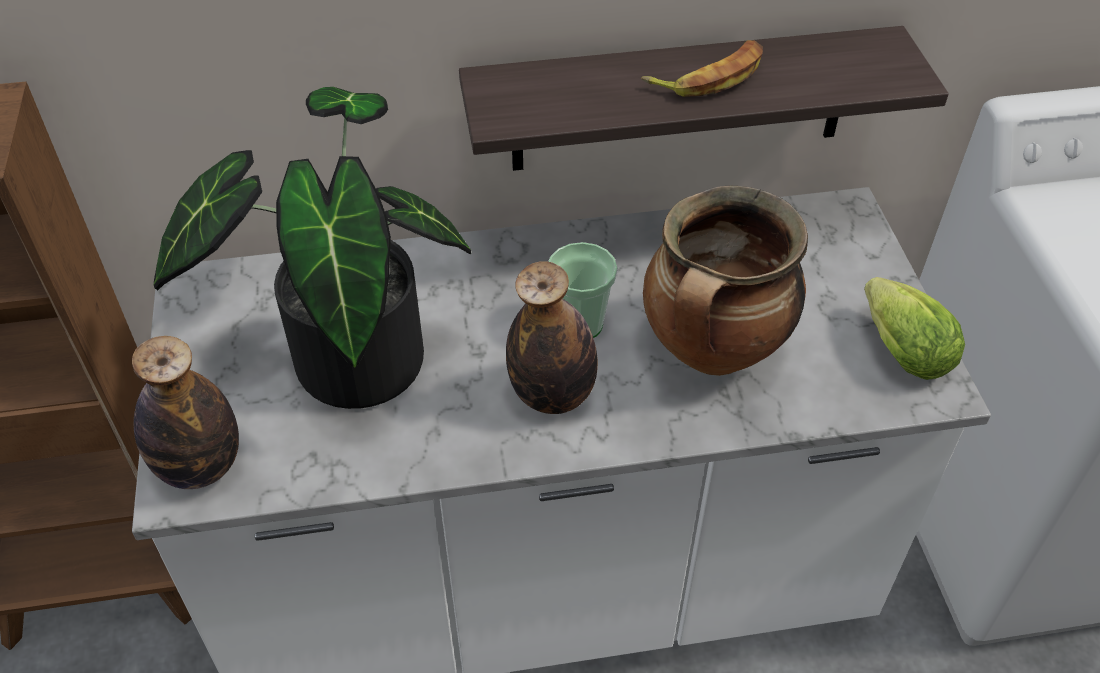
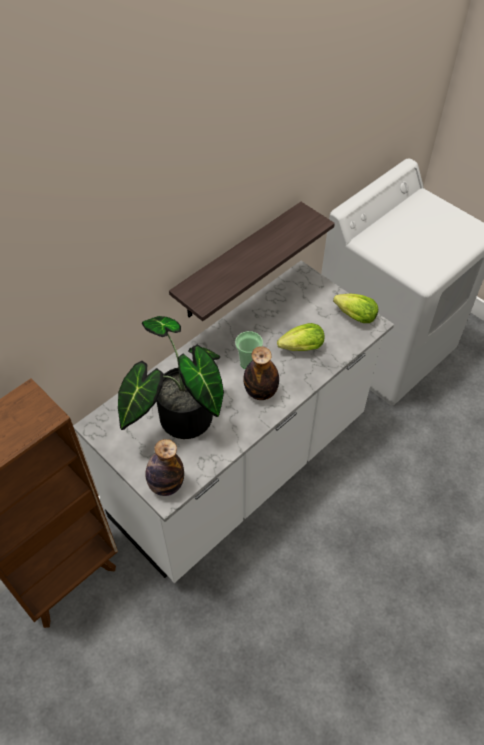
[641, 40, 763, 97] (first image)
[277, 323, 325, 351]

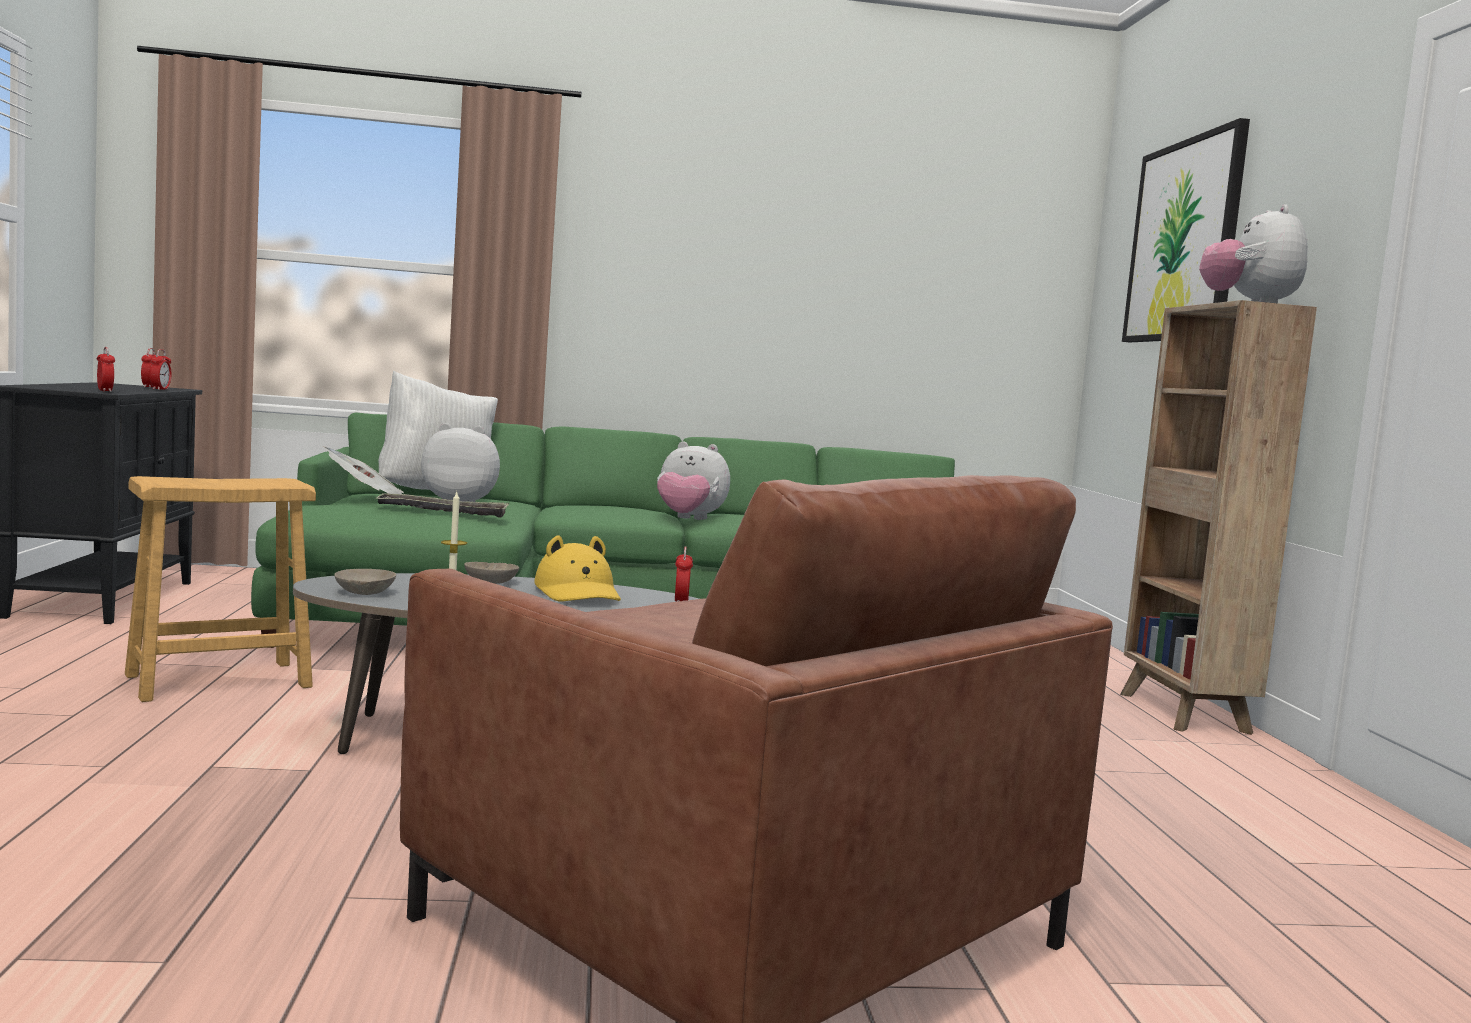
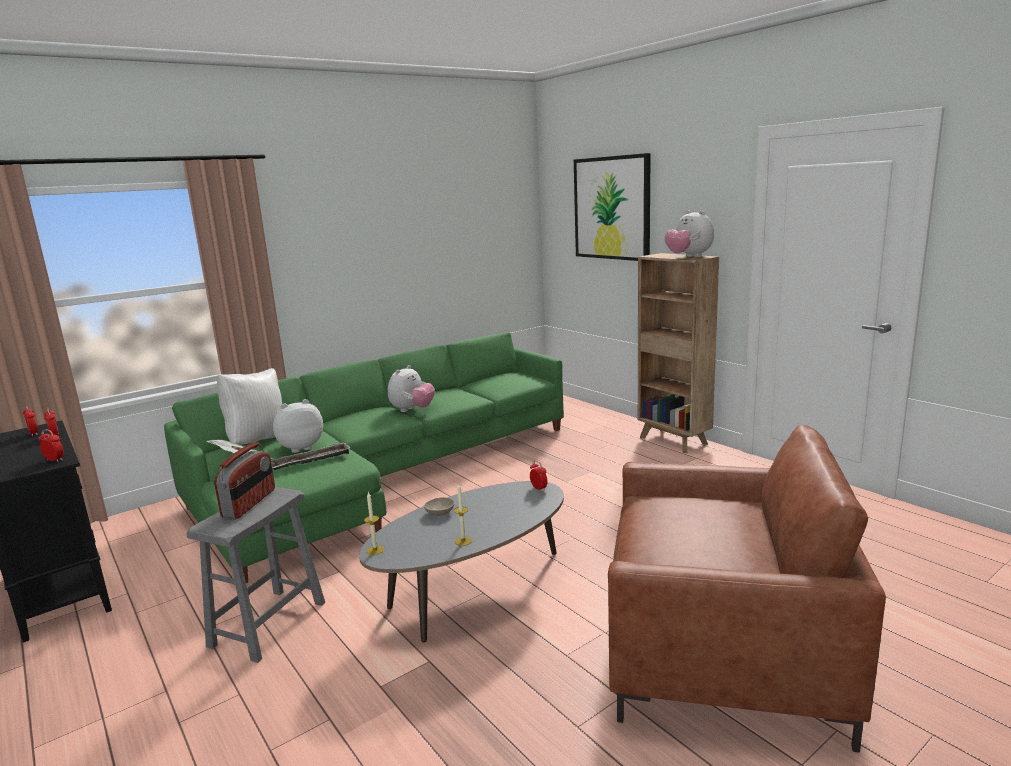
[187, 487, 325, 663]
[334, 569, 396, 595] (first image)
[534, 535, 621, 601] (first image)
[388, 365, 435, 412]
[214, 442, 275, 519]
[364, 492, 384, 555]

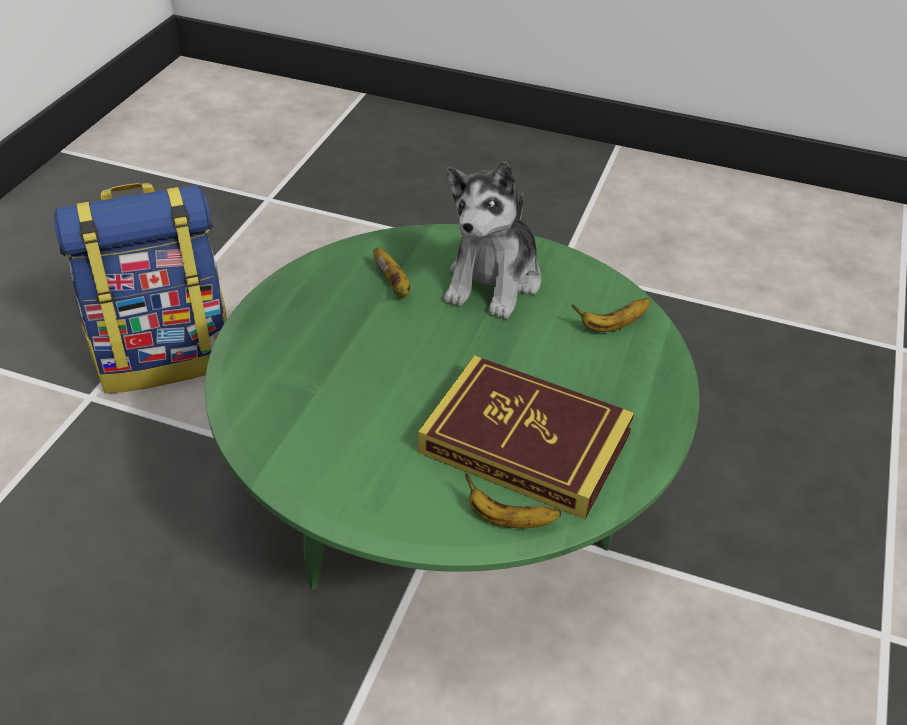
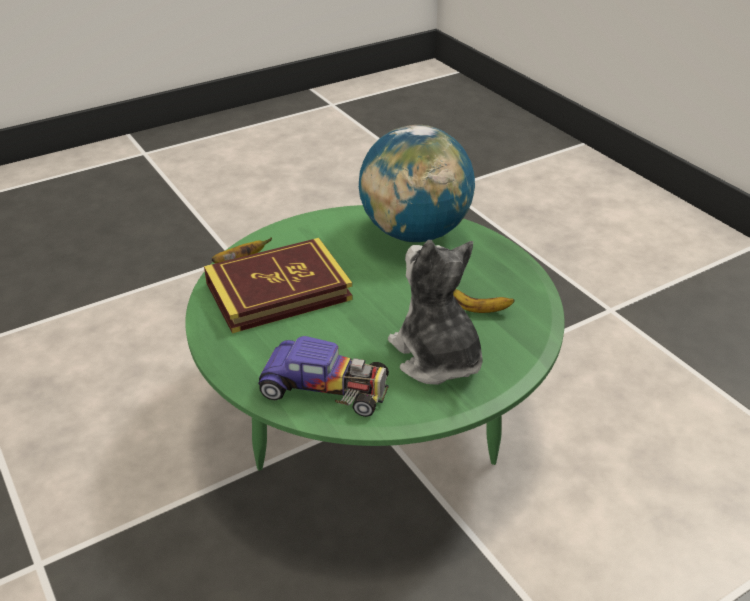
[54, 183, 227, 394] (first image)
[258, 336, 389, 417]
[359, 125, 475, 242]

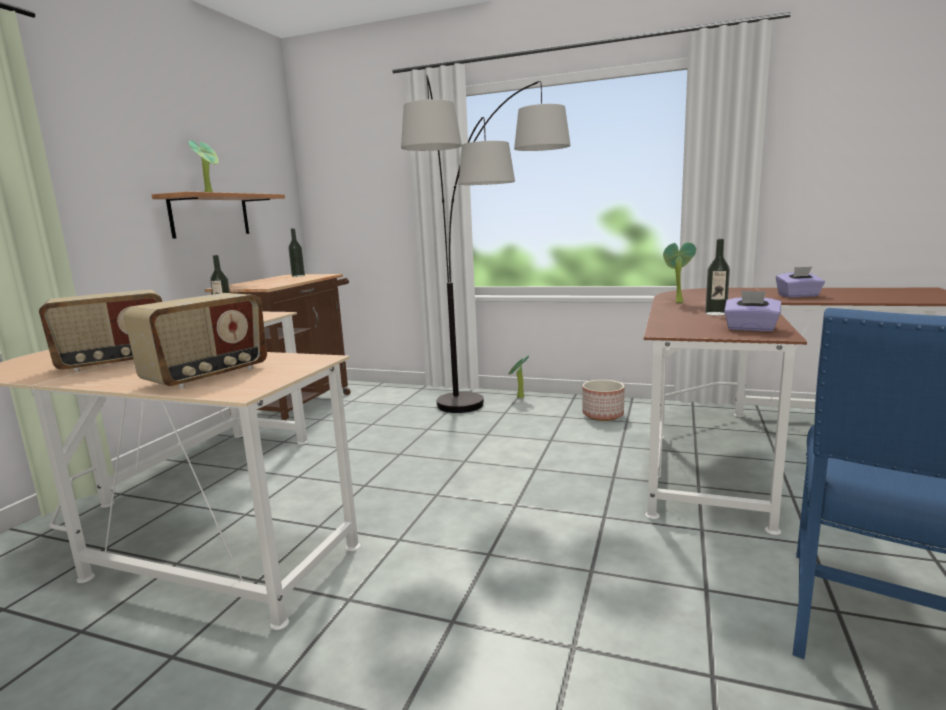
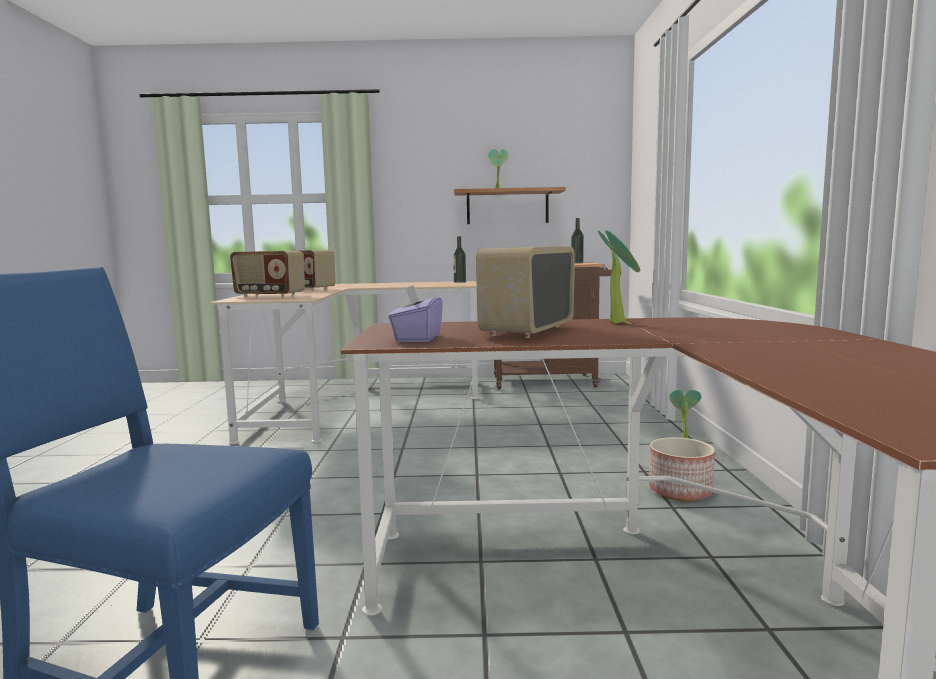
[401, 75, 571, 413] (first image)
[476, 246, 575, 338]
[776, 267, 825, 298] (first image)

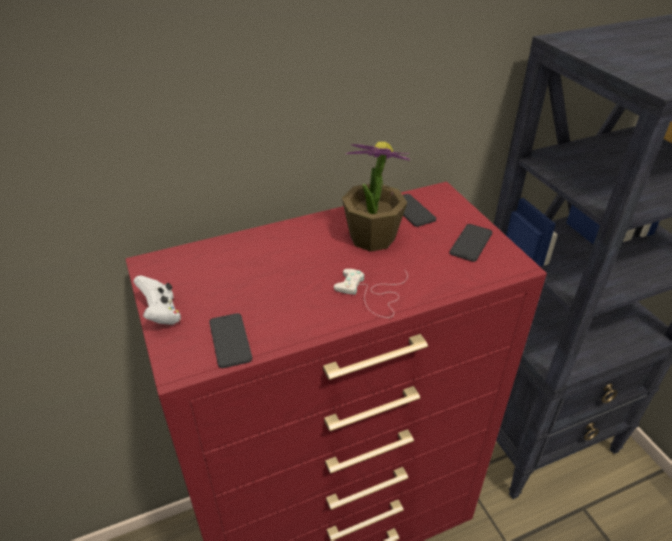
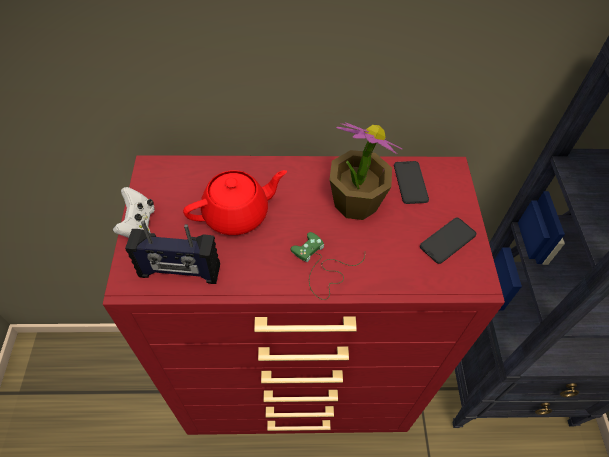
[125, 221, 220, 284]
[291, 232, 365, 300]
[183, 170, 287, 235]

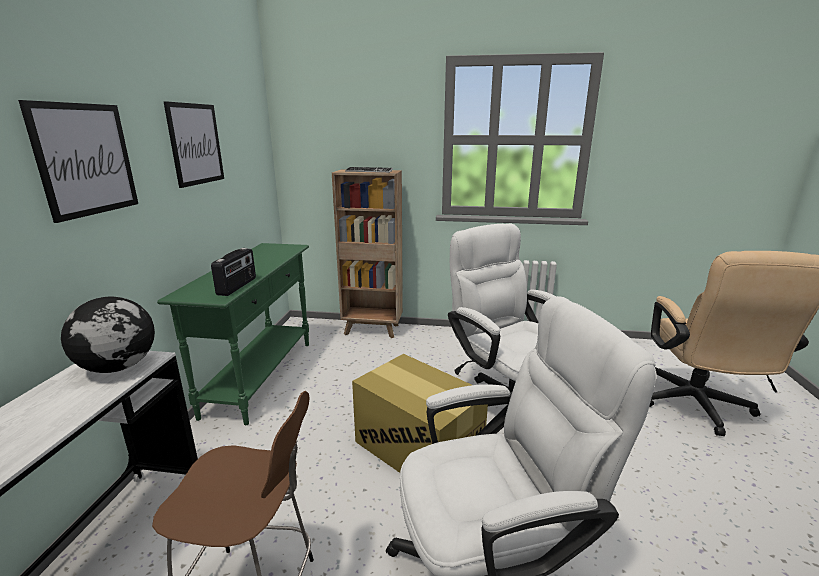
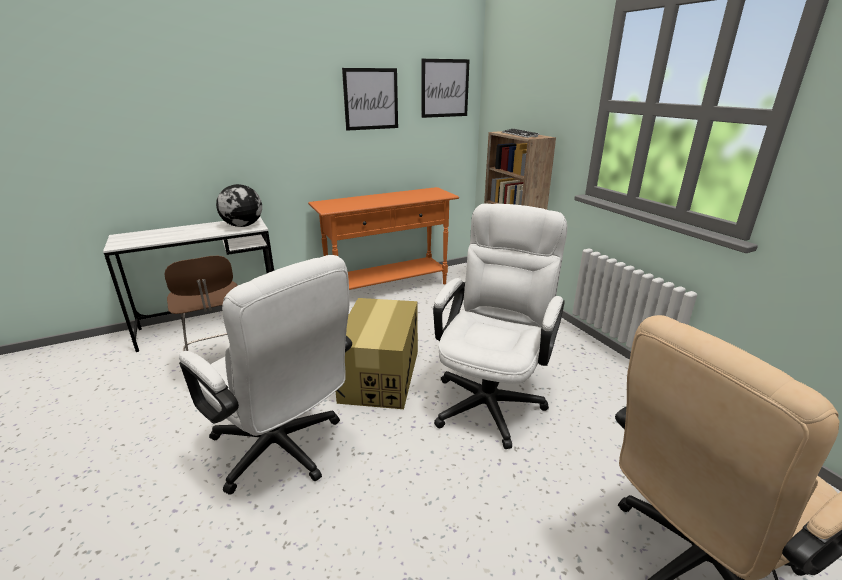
[421, 59, 470, 118]
[308, 187, 459, 290]
[211, 248, 256, 296] (first image)

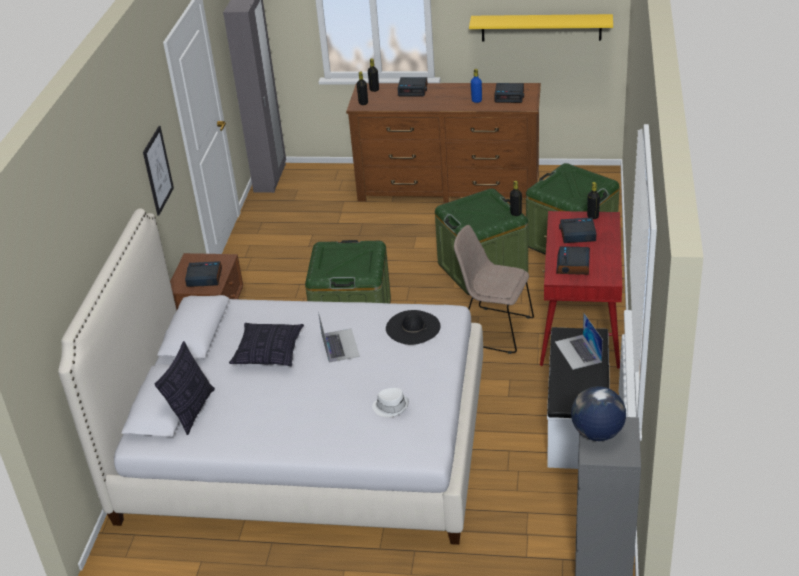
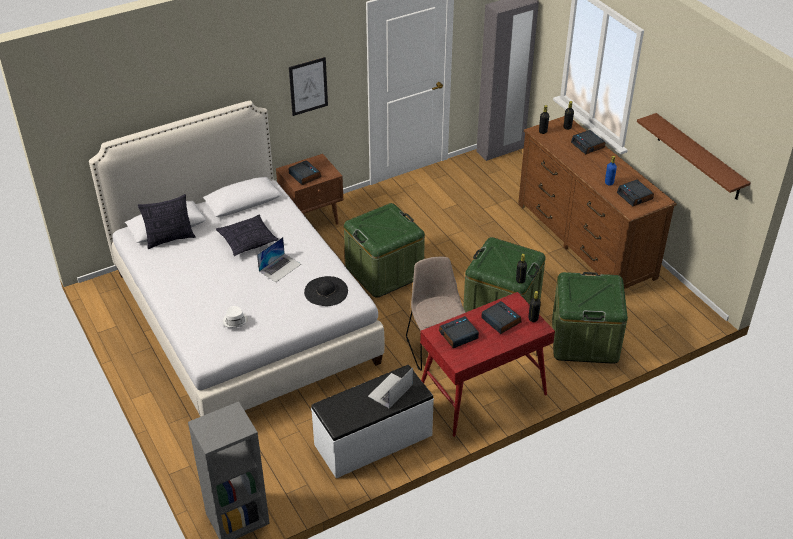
[637, 113, 751, 200]
[571, 386, 626, 441] (first image)

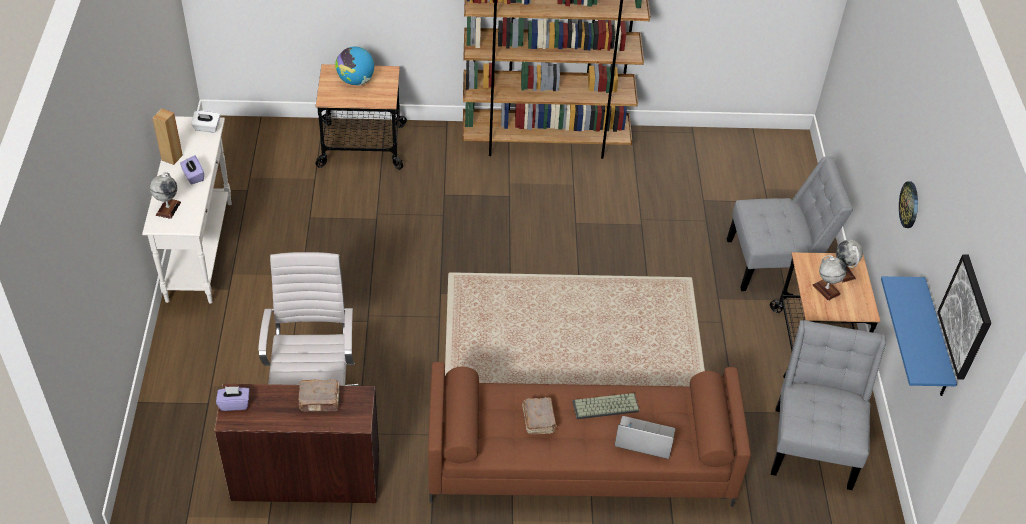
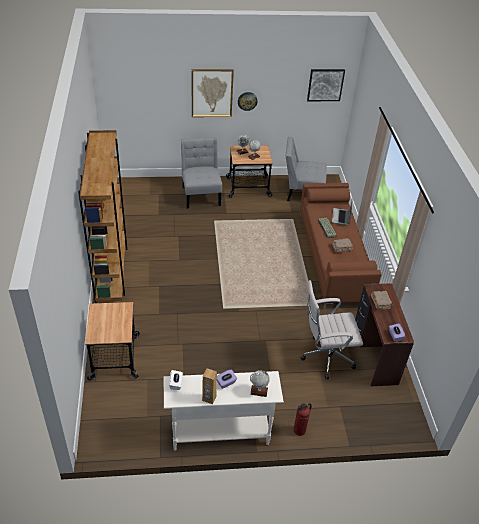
[335, 47, 374, 86] (first image)
[881, 276, 957, 396] (first image)
[192, 69, 234, 117]
[293, 403, 312, 436]

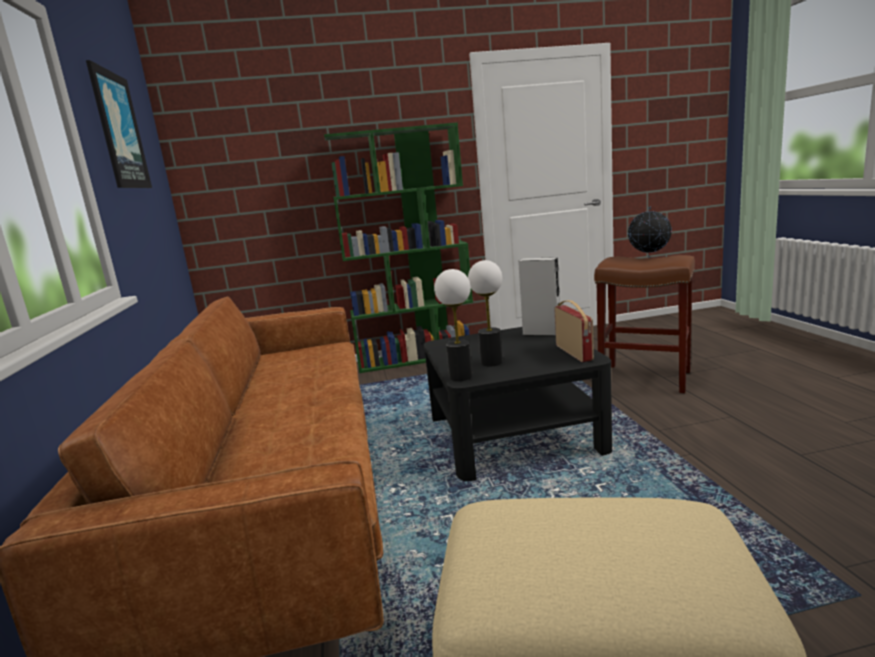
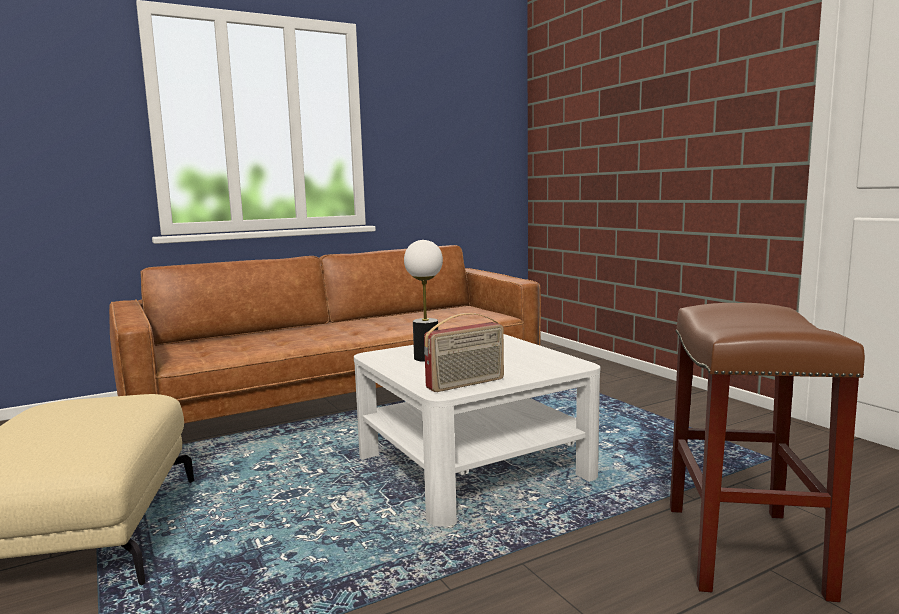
[86, 60, 152, 188] (first image)
[324, 122, 473, 373] (first image)
[354, 334, 600, 527]
[434, 269, 472, 381] (first image)
[518, 257, 560, 336] (first image)
[628, 206, 672, 258] (first image)

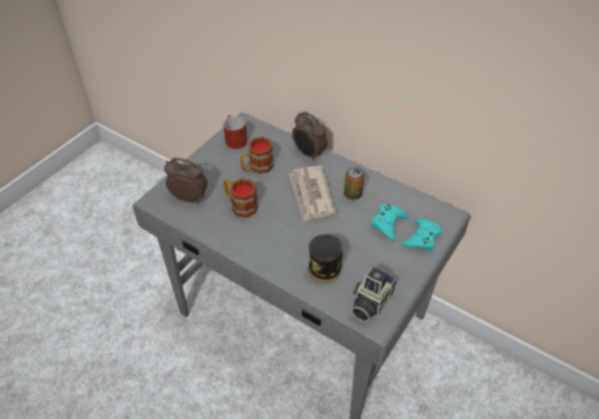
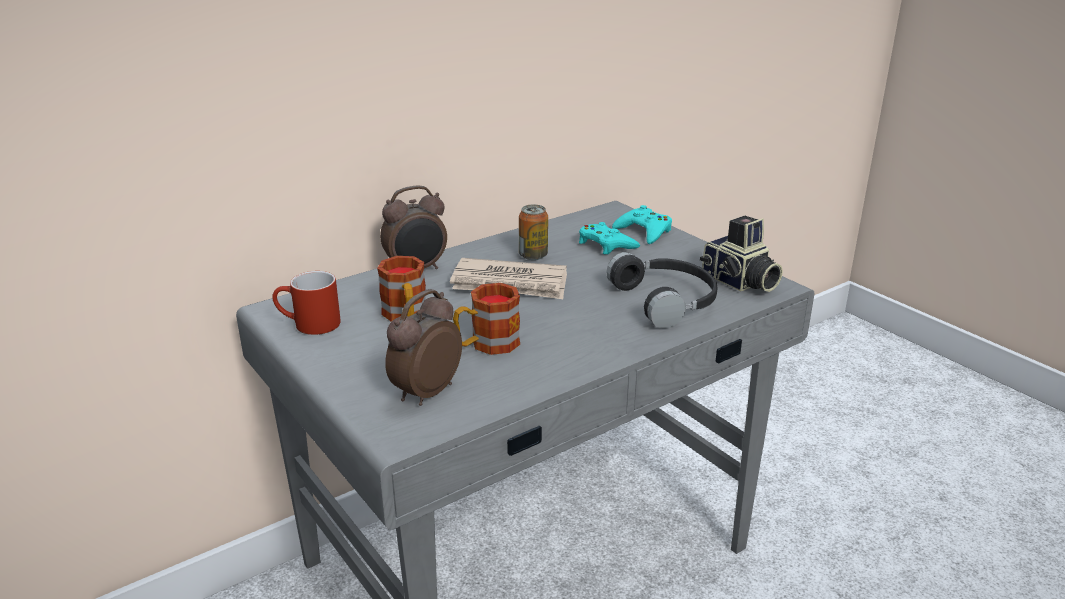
[606, 252, 718, 328]

